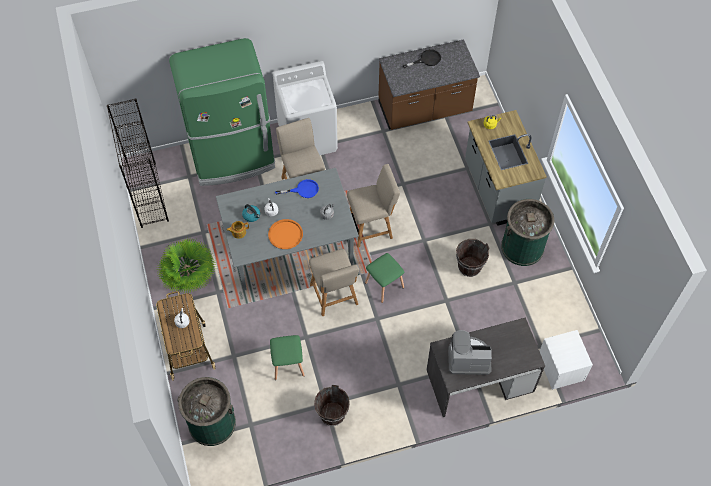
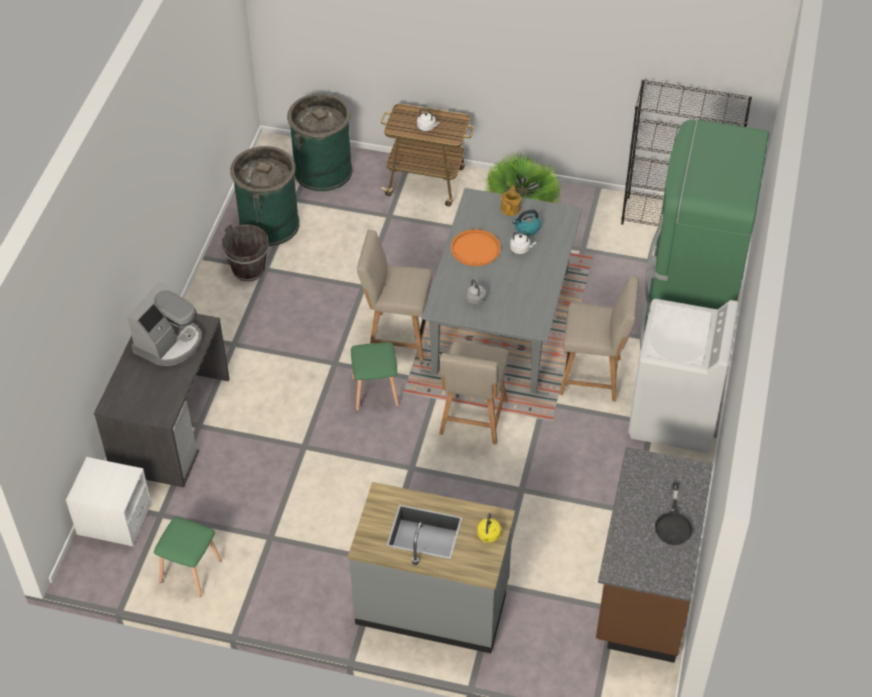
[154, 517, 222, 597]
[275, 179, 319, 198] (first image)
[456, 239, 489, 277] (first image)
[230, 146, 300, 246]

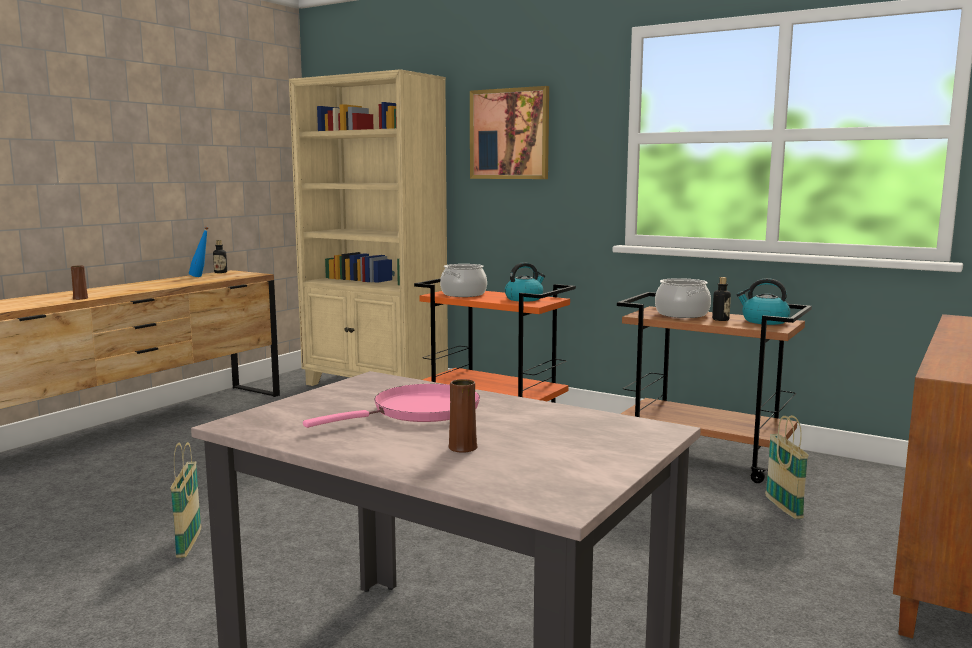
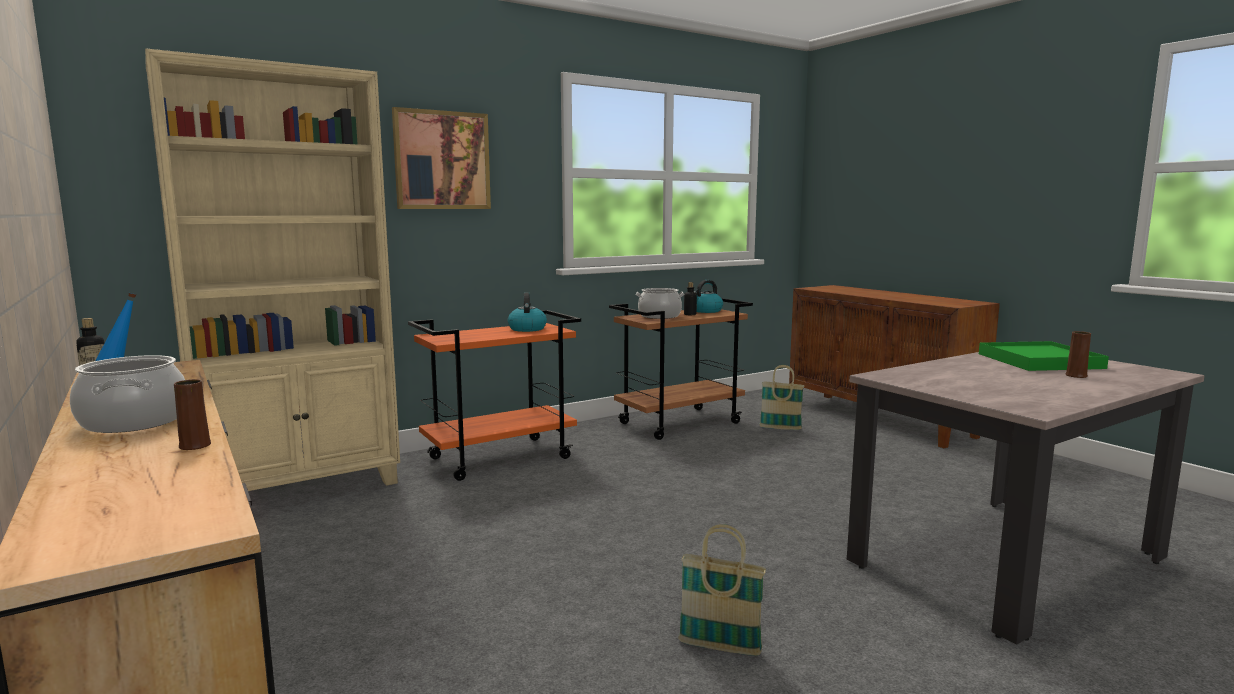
[303, 384, 480, 428] (first image)
[70, 355, 185, 433]
[979, 341, 1109, 371]

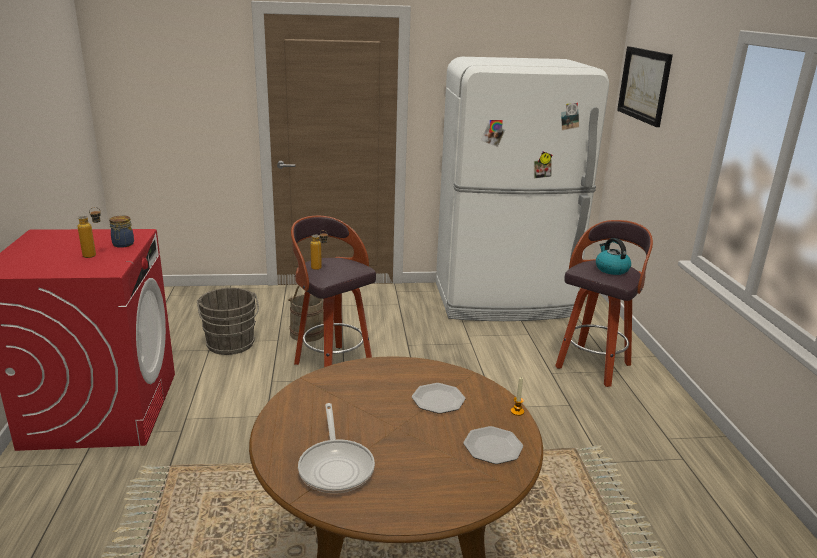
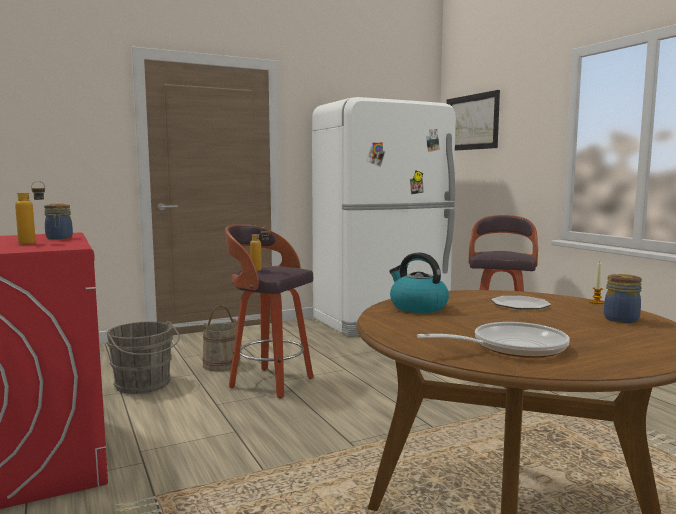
[417, 322, 570, 358]
[604, 274, 642, 323]
[389, 253, 449, 313]

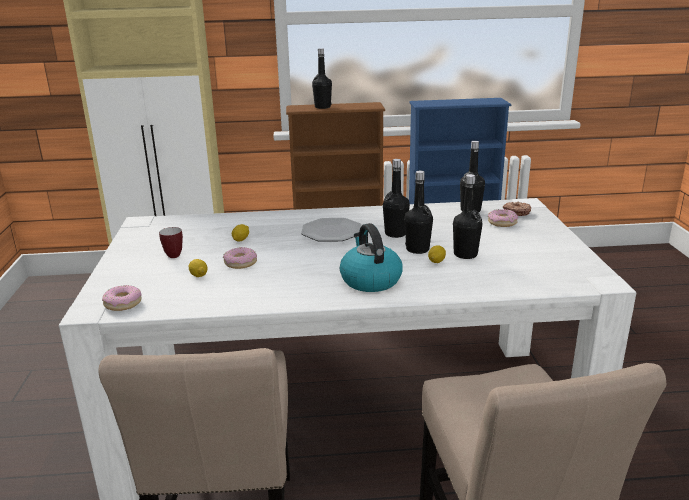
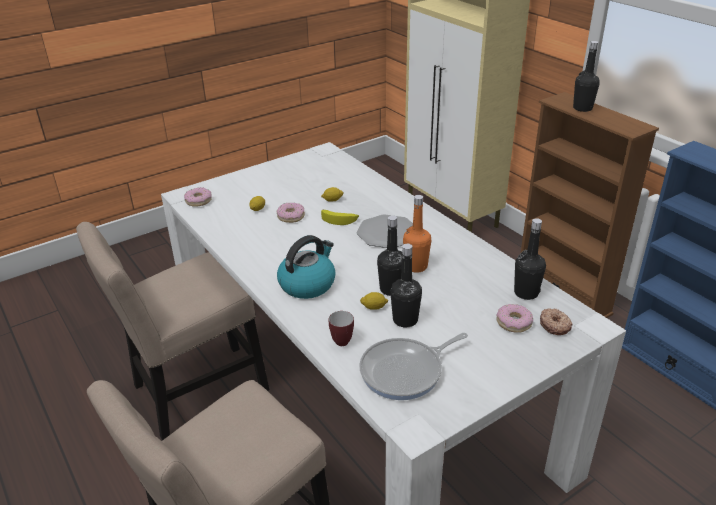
[329, 311, 354, 346]
[403, 195, 431, 273]
[321, 209, 359, 225]
[359, 333, 468, 400]

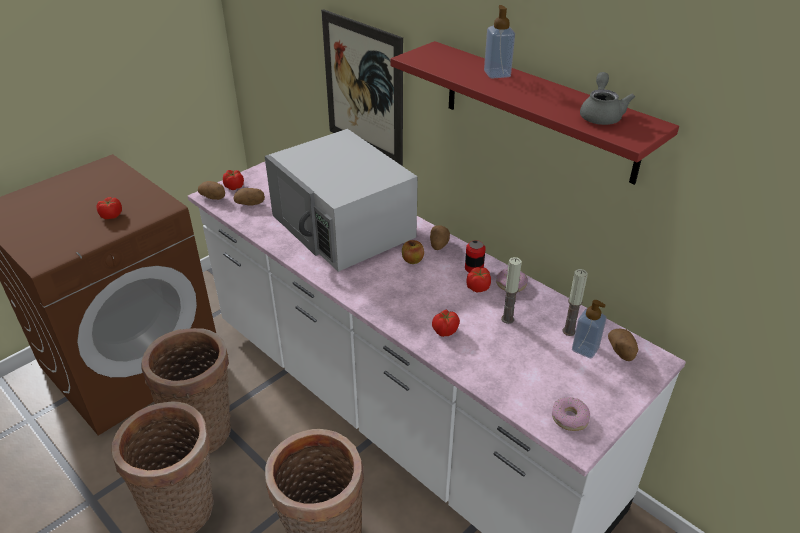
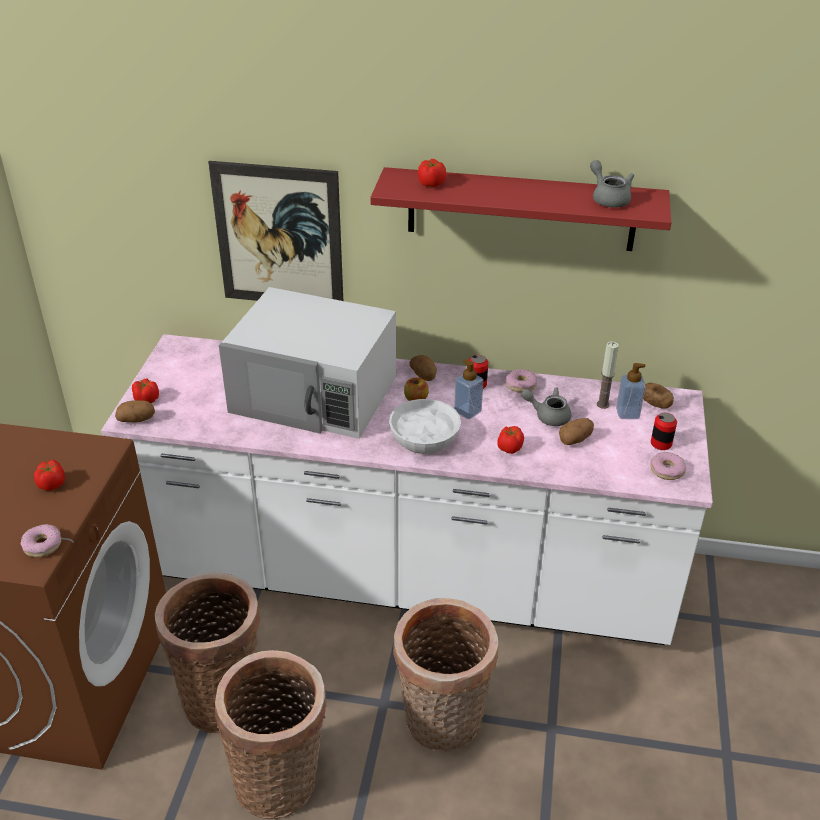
[559, 418, 594, 445]
[418, 159, 446, 187]
[454, 359, 484, 419]
[521, 387, 571, 426]
[21, 524, 61, 557]
[389, 399, 461, 454]
[651, 413, 677, 450]

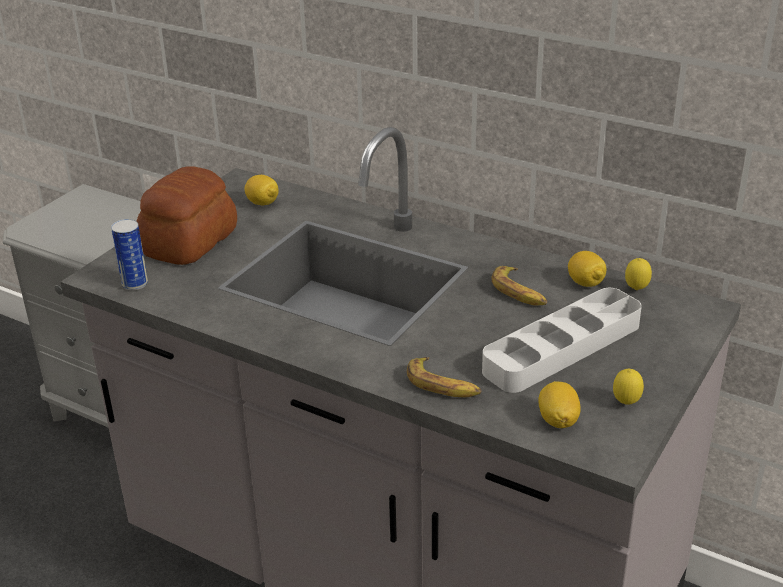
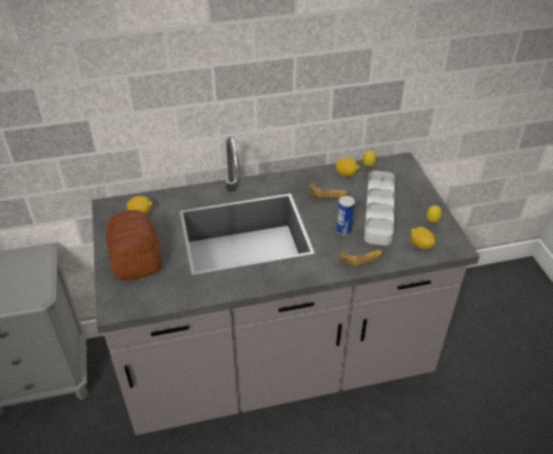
[336, 196, 355, 236]

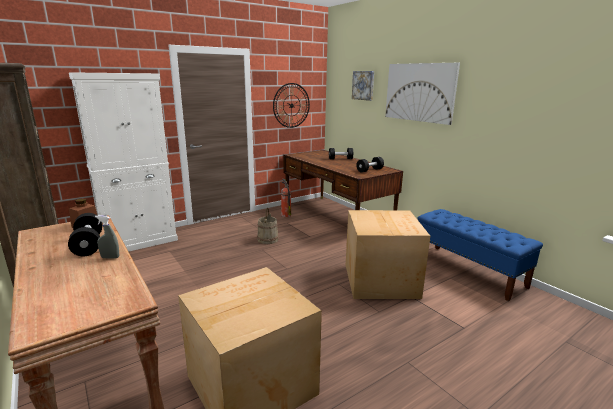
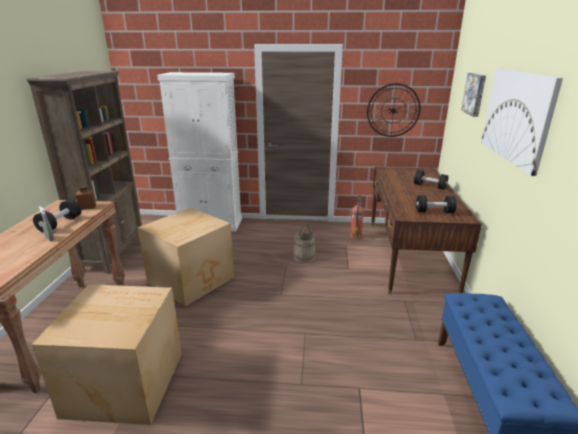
[137, 208, 234, 306]

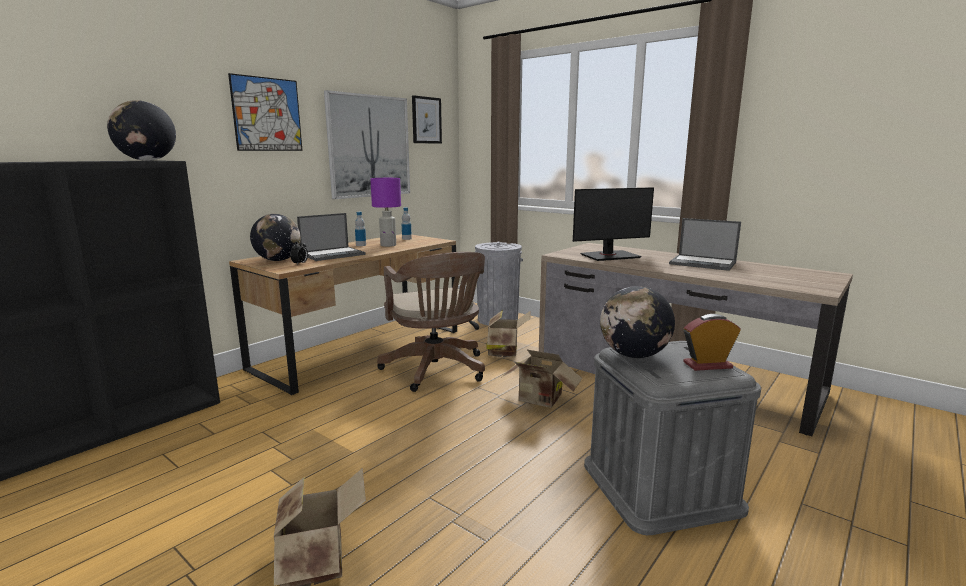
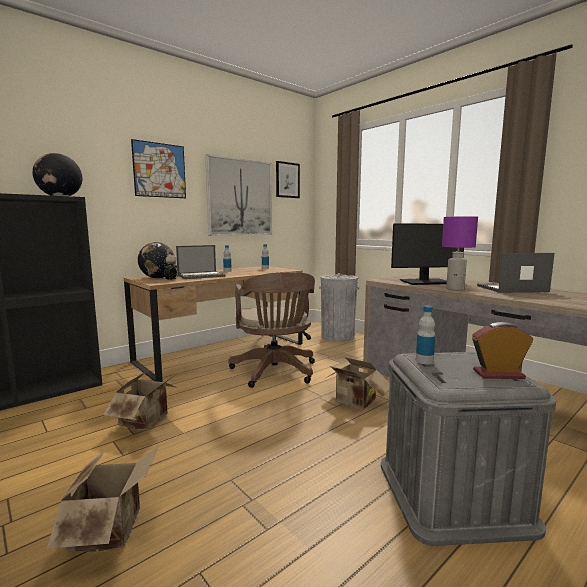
[442, 216, 478, 290]
[103, 369, 178, 430]
[416, 306, 435, 364]
[477, 253, 555, 292]

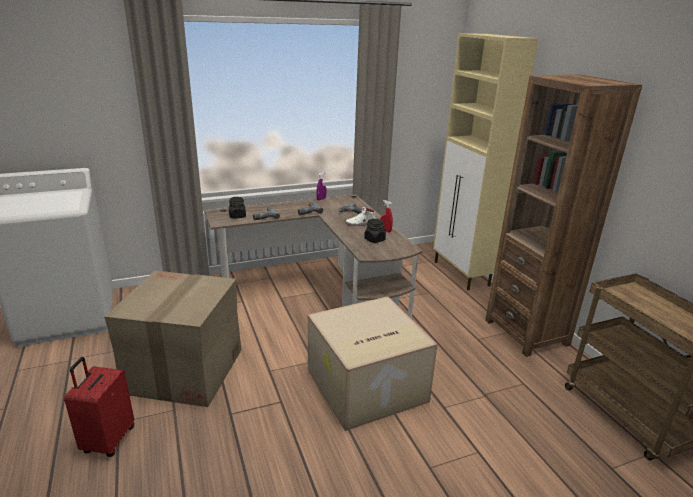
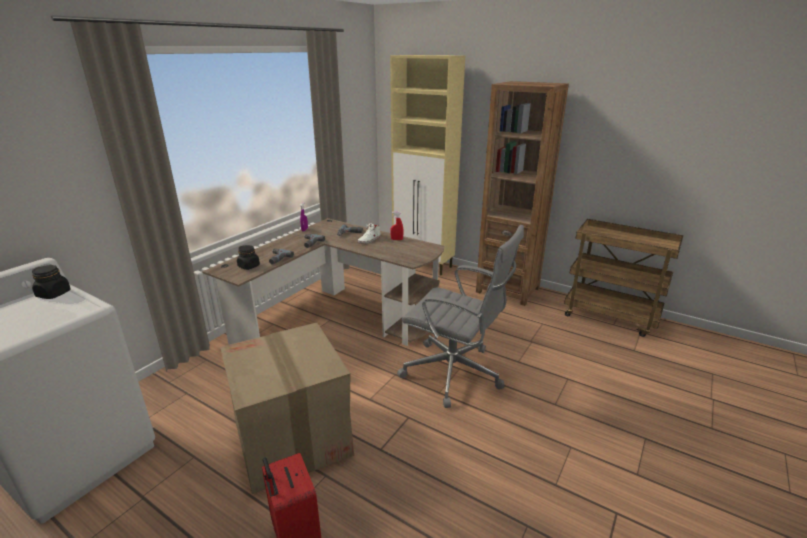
[397, 225, 524, 408]
[32, 265, 71, 299]

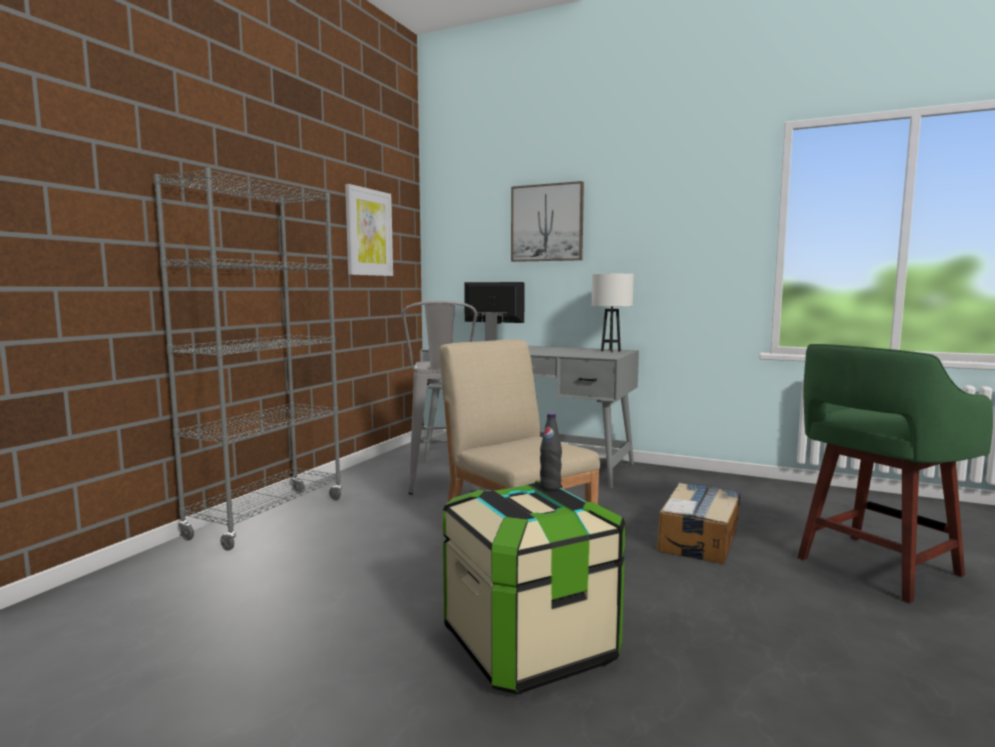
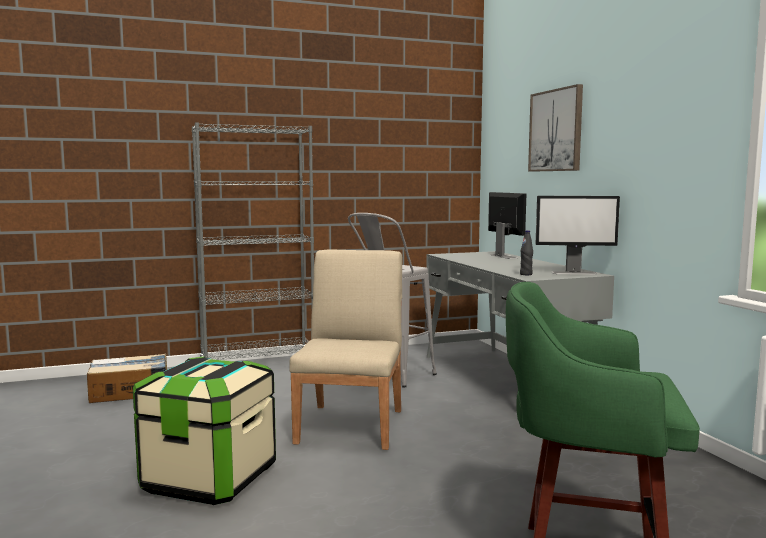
[345, 184, 393, 276] (first image)
[520, 230, 533, 275]
[536, 196, 620, 275]
[87, 353, 167, 403]

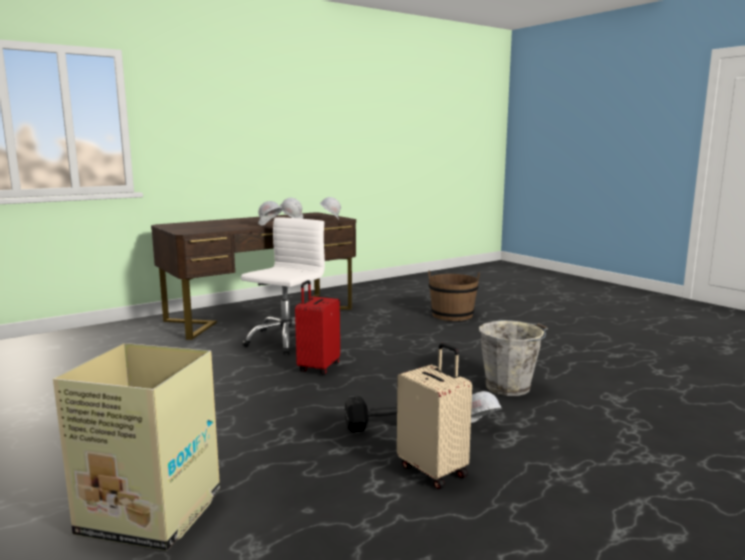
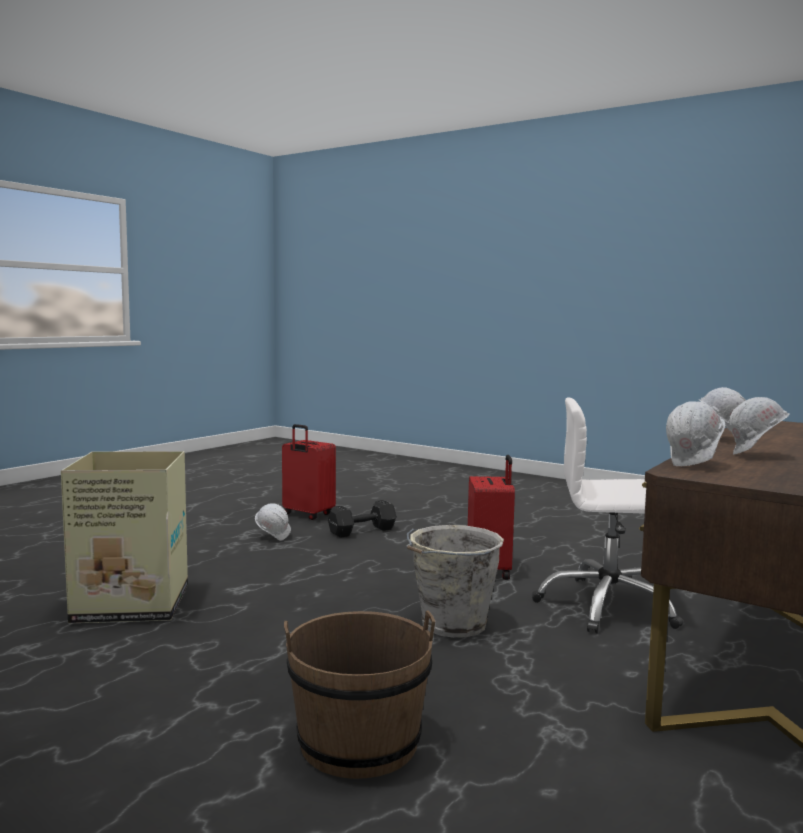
[61, 451, 188, 623]
[532, 398, 684, 634]
[282, 424, 336, 520]
[407, 525, 504, 638]

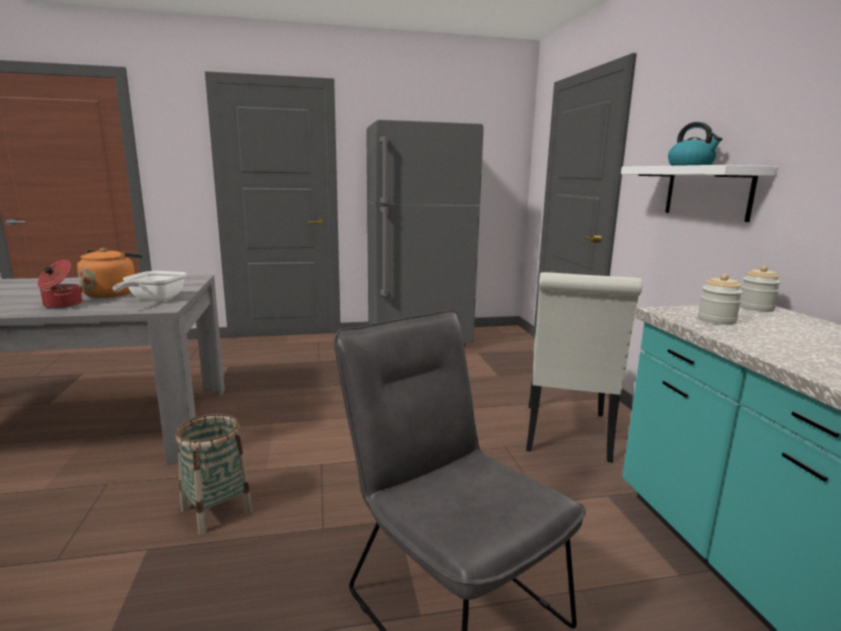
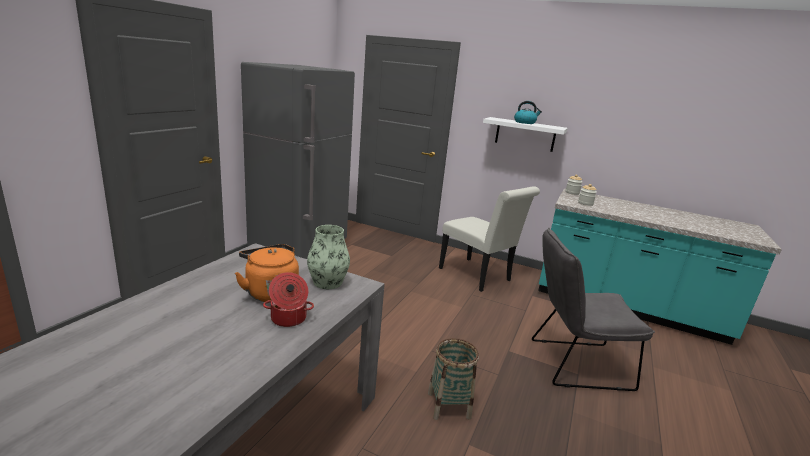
[307, 225, 350, 289]

